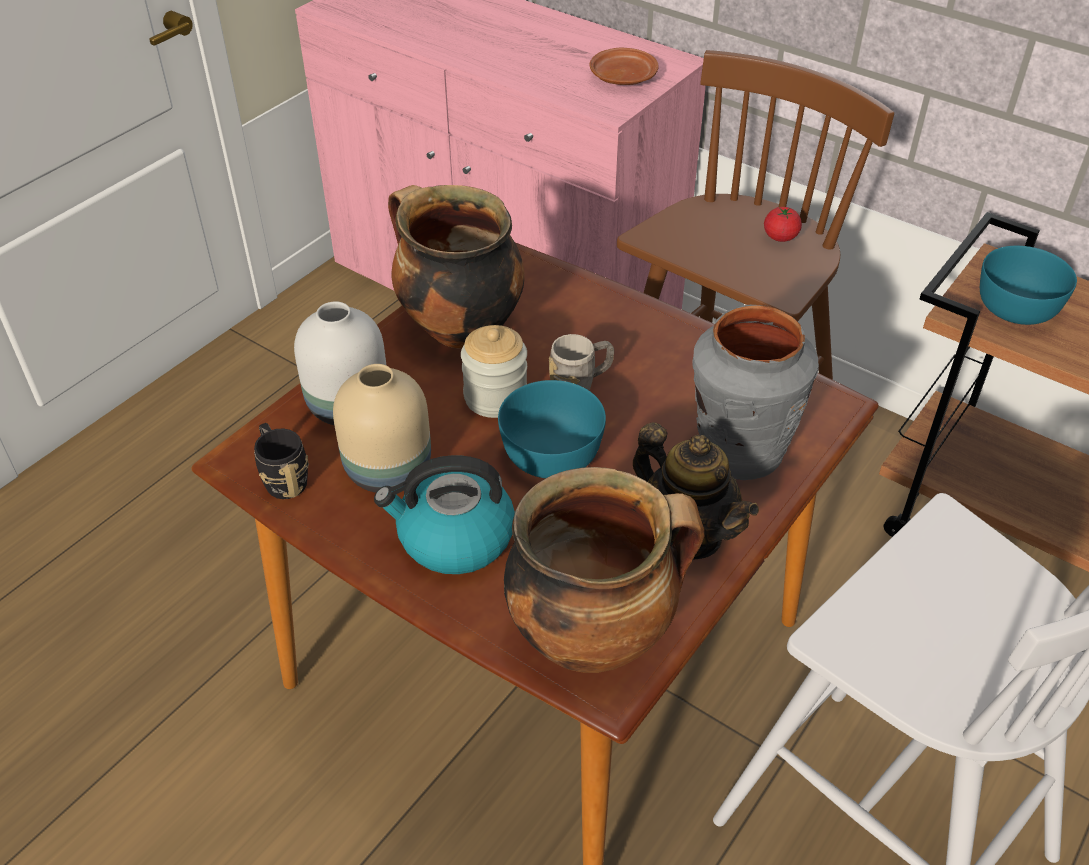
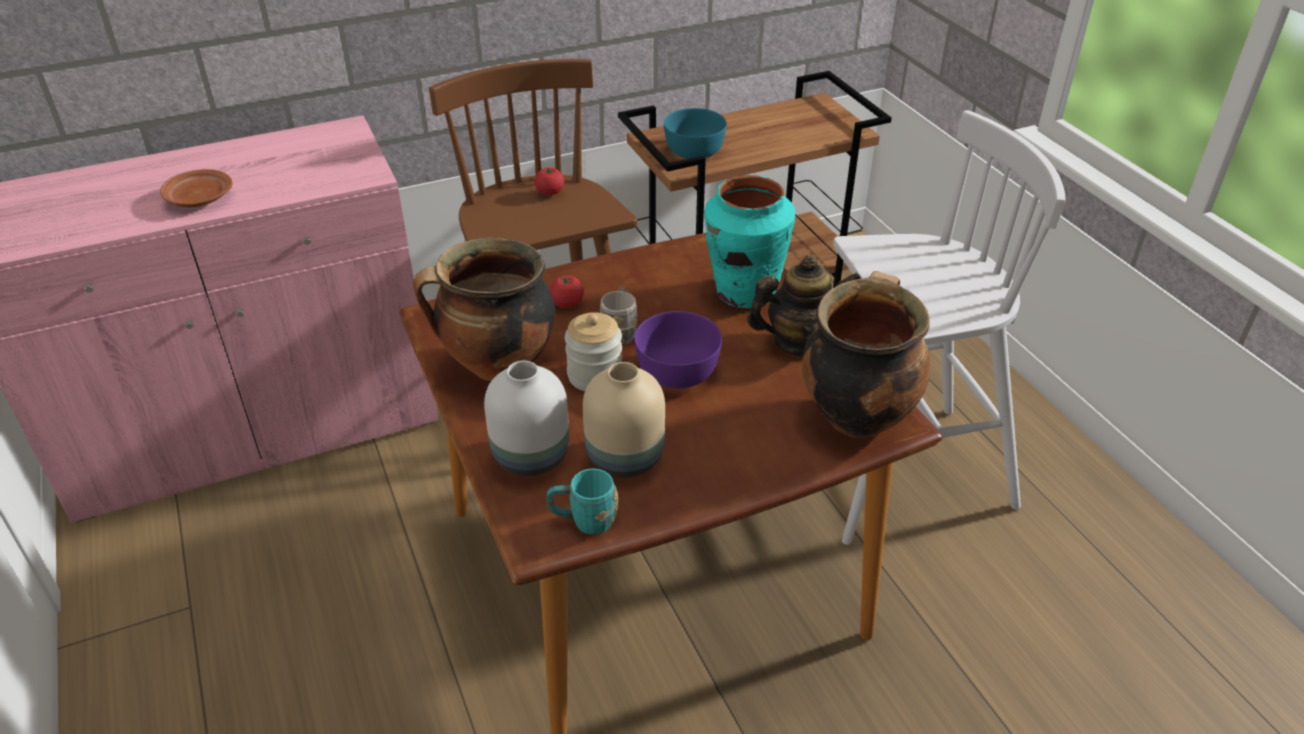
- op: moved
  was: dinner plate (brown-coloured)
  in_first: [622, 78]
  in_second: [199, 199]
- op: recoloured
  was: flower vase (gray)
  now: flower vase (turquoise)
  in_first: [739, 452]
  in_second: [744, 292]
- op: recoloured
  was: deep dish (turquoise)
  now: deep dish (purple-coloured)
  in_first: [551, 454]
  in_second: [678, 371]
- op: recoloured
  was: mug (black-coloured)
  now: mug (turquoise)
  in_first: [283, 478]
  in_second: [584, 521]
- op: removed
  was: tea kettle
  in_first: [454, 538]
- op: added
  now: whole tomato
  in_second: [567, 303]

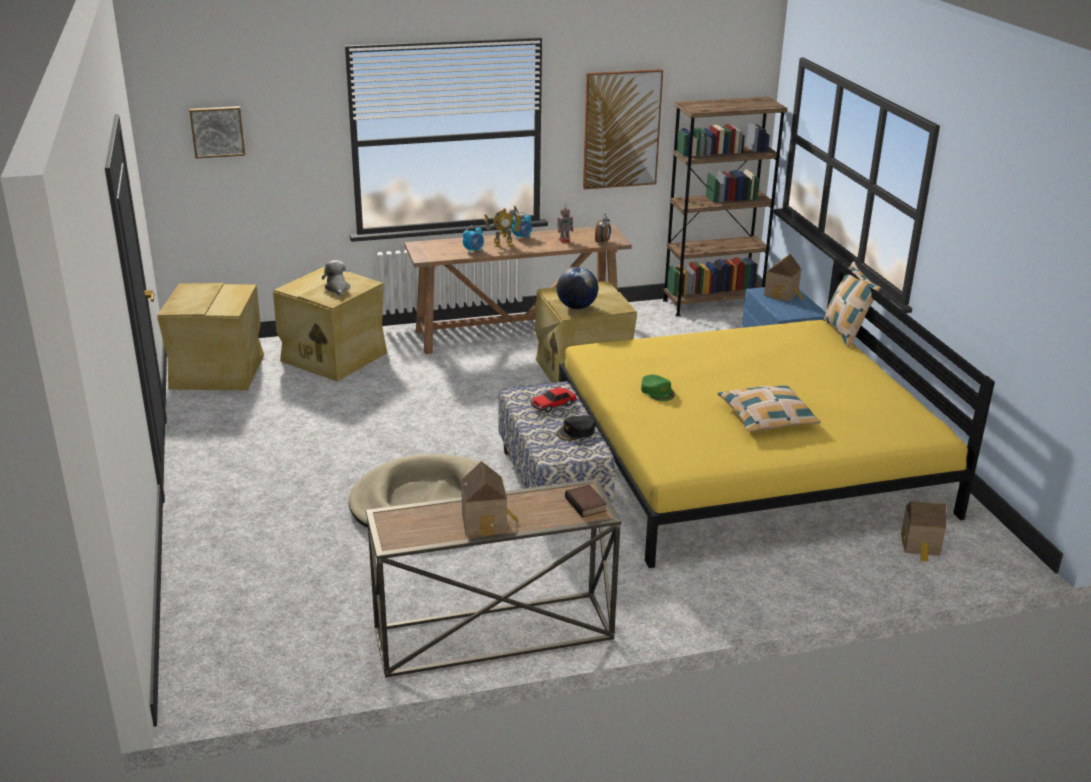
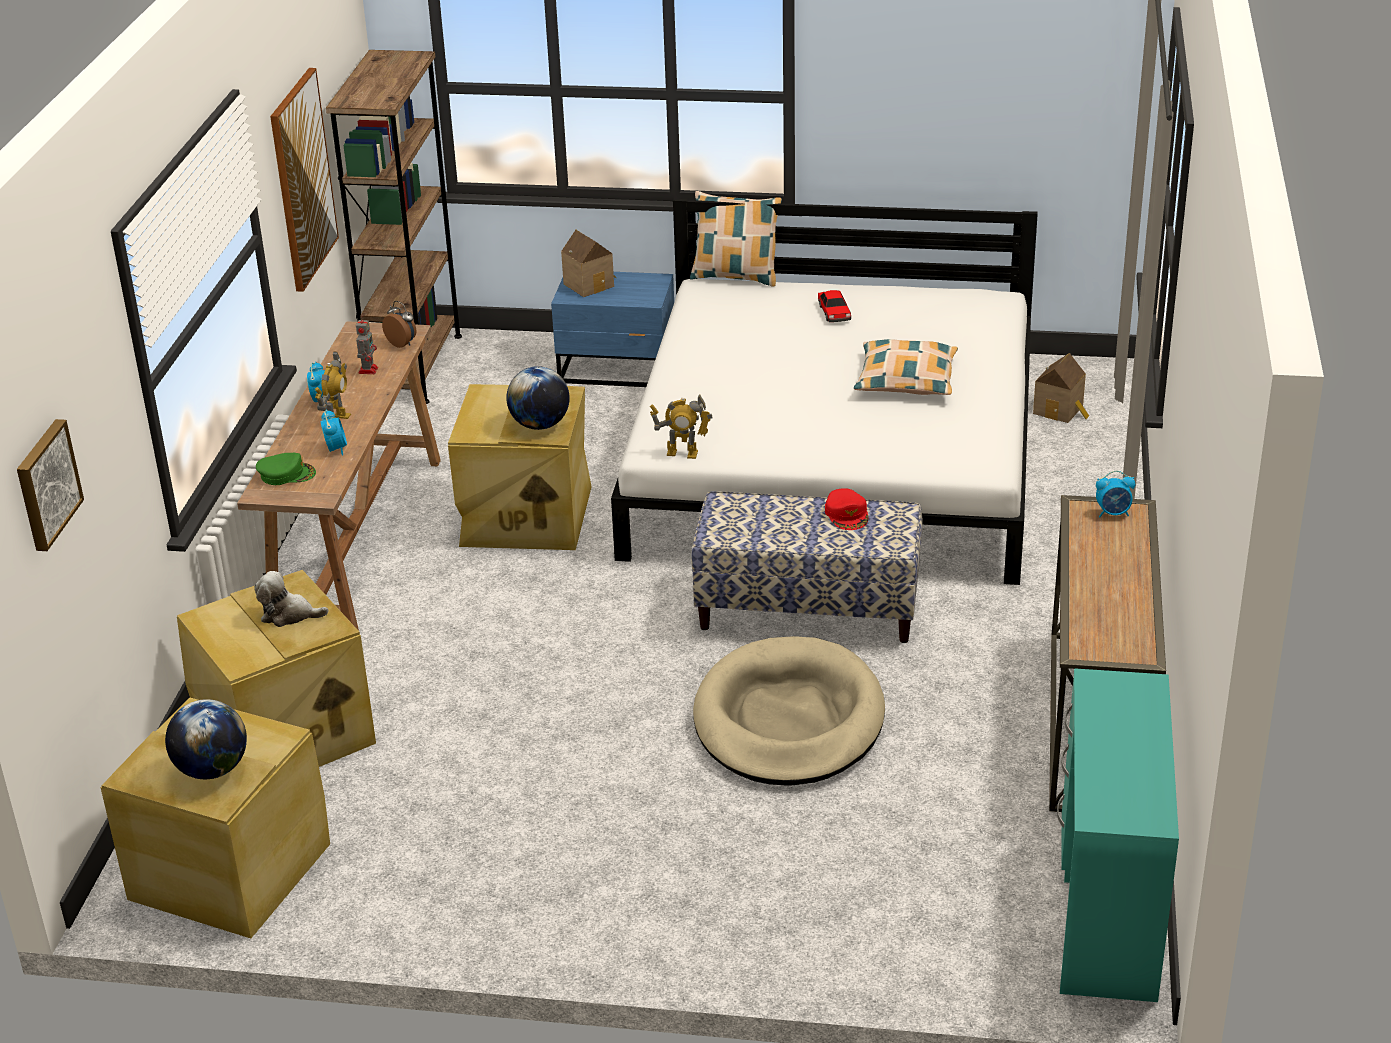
- op: recoloured
  was: bedroom bed (yellow)
  now: bedroom bed (whitish)
  in_first: [747, 460]
  in_second: [835, 459]
- op: moved
  was: peaked cap (green-coloured)
  in_first: [657, 391]
  in_second: [286, 474]
- op: moved
  was: miniature car
  in_first: [553, 405]
  in_second: [834, 313]
- op: recoloured
  was: peaked cap (black-coloured)
  now: peaked cap (red)
  in_first: [576, 432]
  in_second: [847, 514]
- op: removed
  was: model house
  in_first: [486, 522]
- op: replaced
  was: bound book
  now: alarm clock
  in_first: [587, 505]
  in_second: [1113, 513]
- op: added
  now: model robot
  in_second: [682, 453]
- op: added
  now: desk unit (turquoise)
  in_second: [1108, 909]
- op: added
  now: world globe
  in_second: [212, 770]

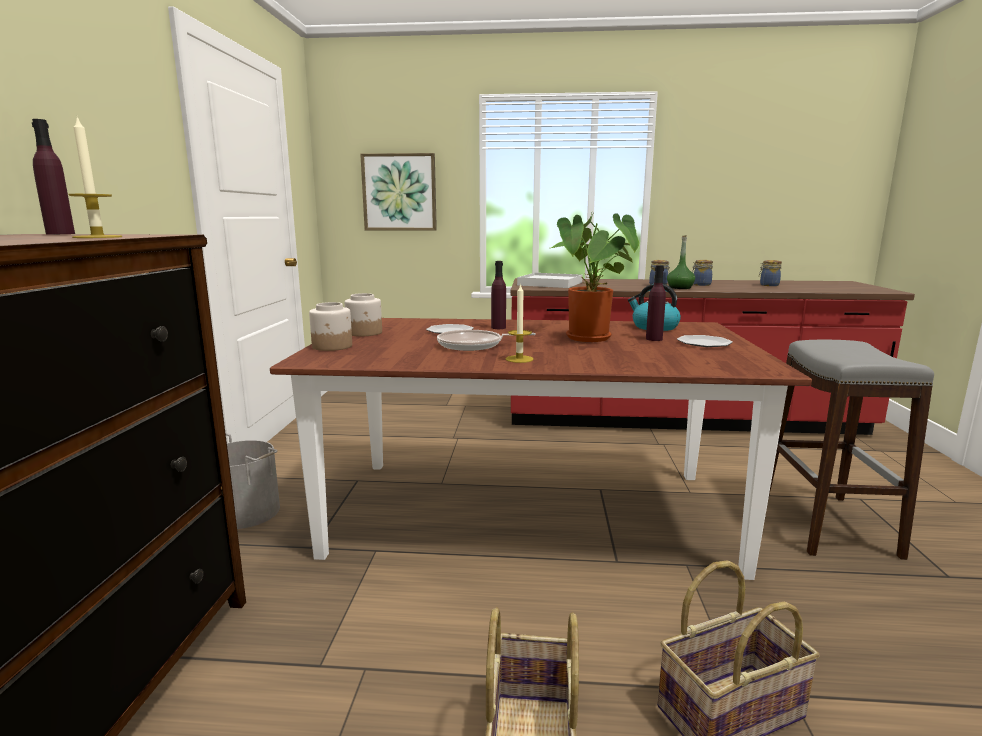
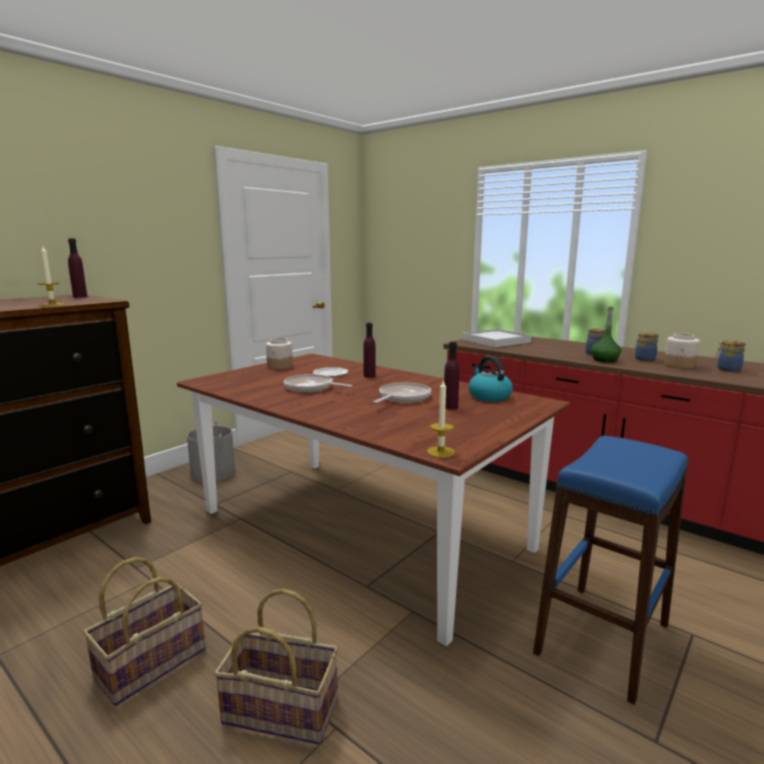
- op: removed
  was: wall art
  in_first: [399, 192]
- op: replaced
  was: houseplant
  now: pan
  in_first: [591, 339]
  in_second: [402, 398]
- op: moved
  was: wax candle
  in_first: [519, 359]
  in_second: [441, 452]
- op: moved
  was: jar
  in_first: [332, 346]
  in_second: [679, 365]
- op: removed
  was: dinner plate
  in_first: [704, 343]
- op: recoloured
  was: sitting stool (gray)
  now: sitting stool (blue)
  in_first: [827, 524]
  in_second: [603, 639]

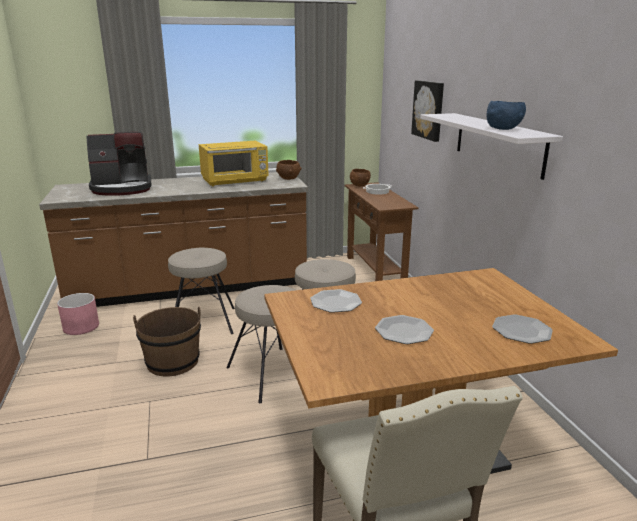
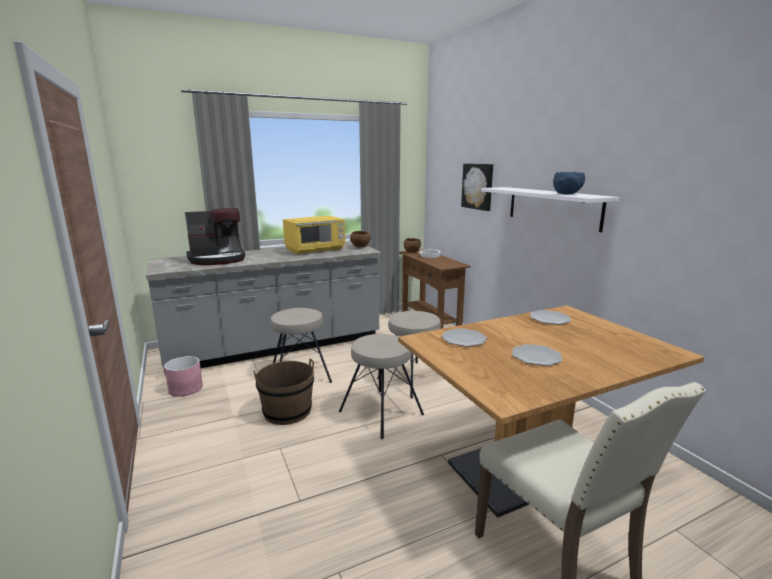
- op: recoloured
  was: counter (brown-coloured)
  now: counter (gray)
  in_first: [190, 288]
  in_second: [276, 347]
- op: moved
  was: dinner plate
  in_first: [521, 330]
  in_second: [549, 318]

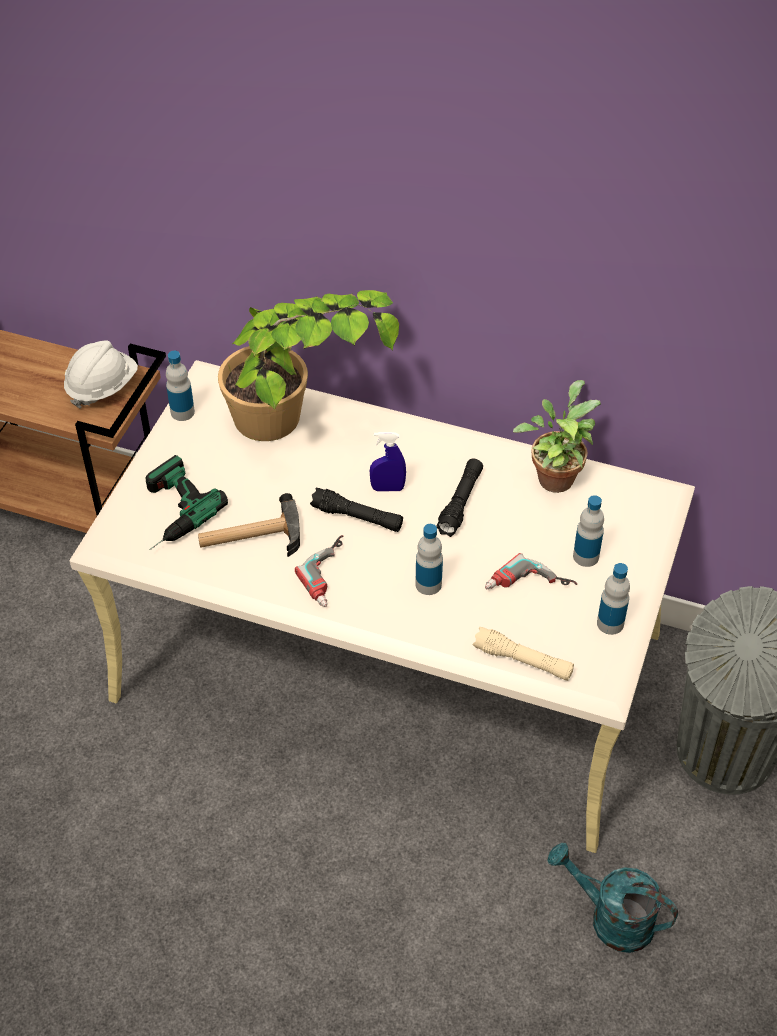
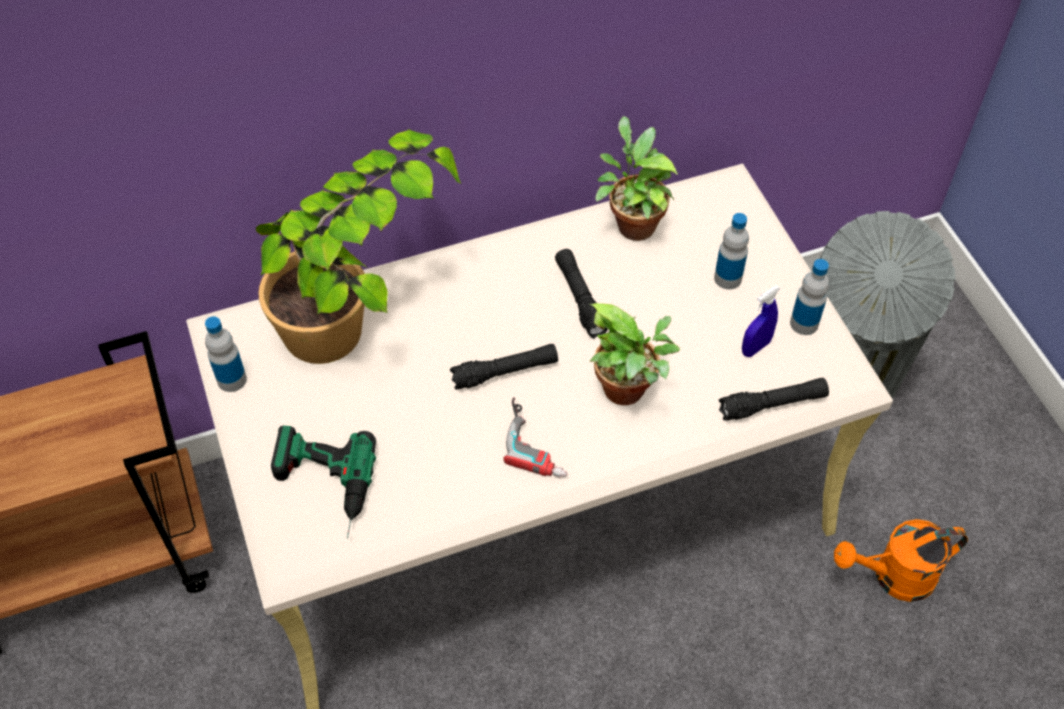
- op: removed
  was: hard hat (whitish)
  in_first: [102, 387]
- op: moved
  was: hand sprayer (blue)
  in_first: [387, 488]
  in_second: [756, 347]
- op: removed
  was: tool hammer
  in_first: [250, 537]
- op: replaced
  was: drink bottle
  now: houseplant
  in_first: [428, 584]
  in_second: [629, 391]
- op: removed
  was: electric drill
  in_first: [529, 588]
- op: recoloured
  was: hand torch (beige)
  now: hand torch (black-coloured)
  in_first: [523, 661]
  in_second: [772, 405]
- op: recoloured
  was: sprinkling can (turquoise)
  now: sprinkling can (orange)
  in_first: [610, 918]
  in_second: [893, 577]

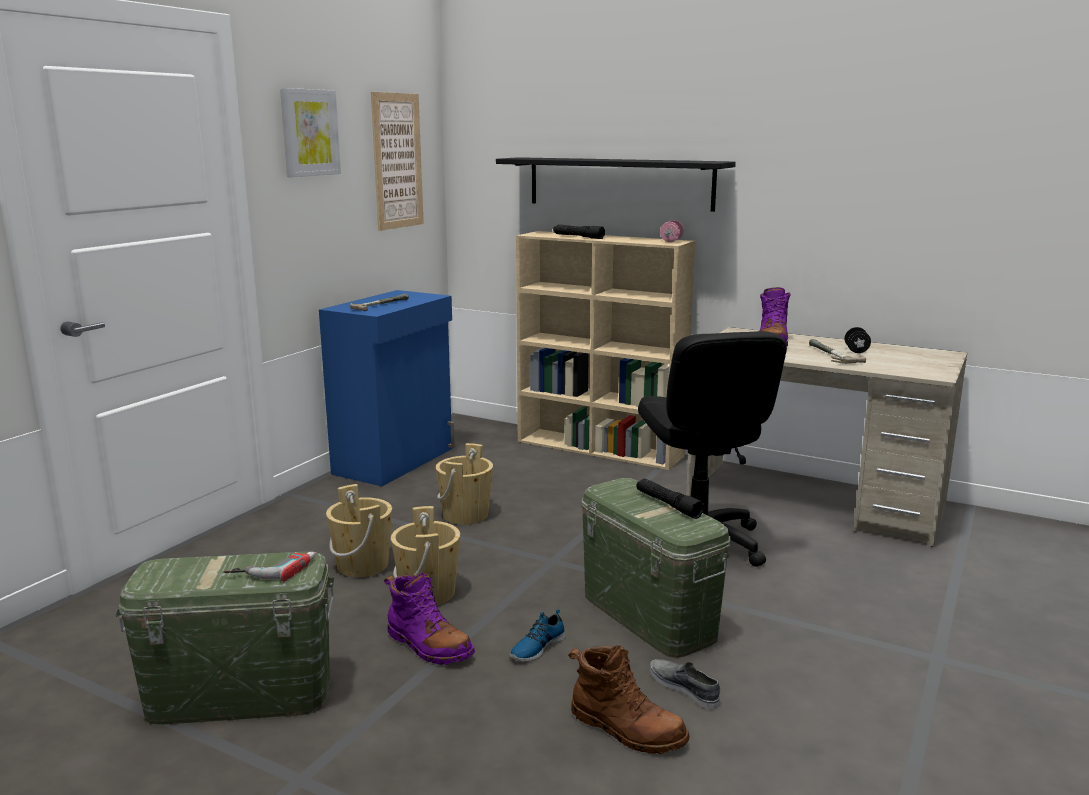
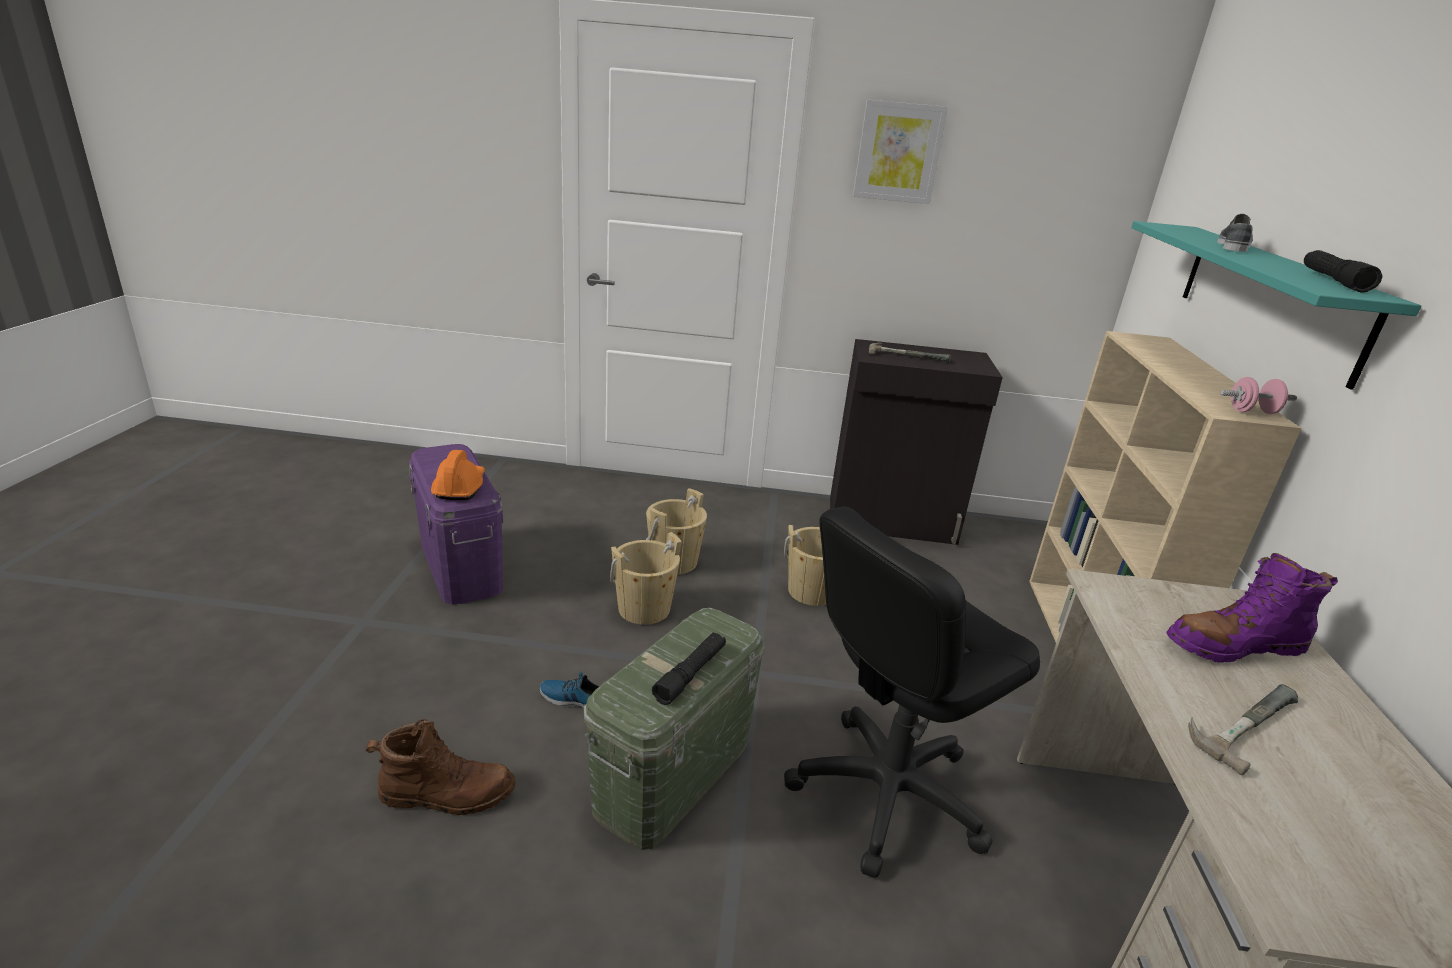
- op: removed
  was: wall art
  in_first: [397, 161]
- op: recoloured
  was: shelf (black-coloured)
  now: shelf (turquoise)
  in_first: [619, 183]
  in_second: [1268, 296]
- op: moved
  was: hand torch (black-coloured)
  in_first: [578, 237]
  in_second: [1333, 281]
- op: recoloured
  was: storage cabinet (blue)
  now: storage cabinet (black-coloured)
  in_first: [396, 461]
  in_second: [892, 521]
- op: removed
  was: dumbbell (black-coloured)
  in_first: [856, 351]
- op: replaced
  was: electric drill
  now: hard hat (orange)
  in_first: [272, 568]
  in_second: [460, 487]
- op: recoloured
  was: storage container (green-coloured)
  now: storage container (purple-coloured)
  in_first: [240, 696]
  in_second: [460, 565]
- op: removed
  was: tall boot (purple-coloured)
  in_first: [428, 646]
- op: turned
  was: tall boot (brown-coloured)
  in_first: [626, 729]
  in_second: [447, 795]
  clockwise: -105
- op: moved
  was: item of footwear (gray)
  in_first: [684, 687]
  in_second: [1233, 246]

